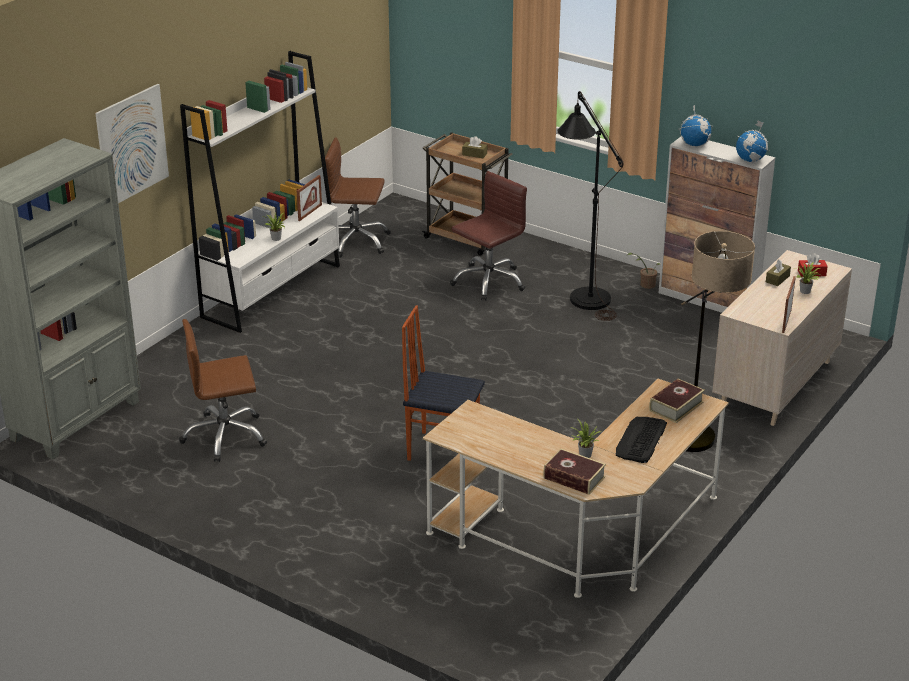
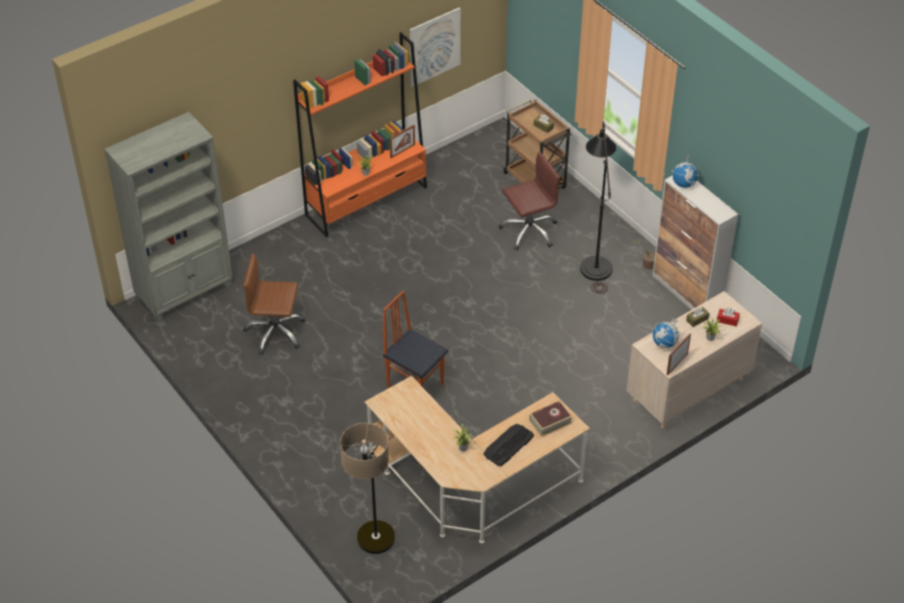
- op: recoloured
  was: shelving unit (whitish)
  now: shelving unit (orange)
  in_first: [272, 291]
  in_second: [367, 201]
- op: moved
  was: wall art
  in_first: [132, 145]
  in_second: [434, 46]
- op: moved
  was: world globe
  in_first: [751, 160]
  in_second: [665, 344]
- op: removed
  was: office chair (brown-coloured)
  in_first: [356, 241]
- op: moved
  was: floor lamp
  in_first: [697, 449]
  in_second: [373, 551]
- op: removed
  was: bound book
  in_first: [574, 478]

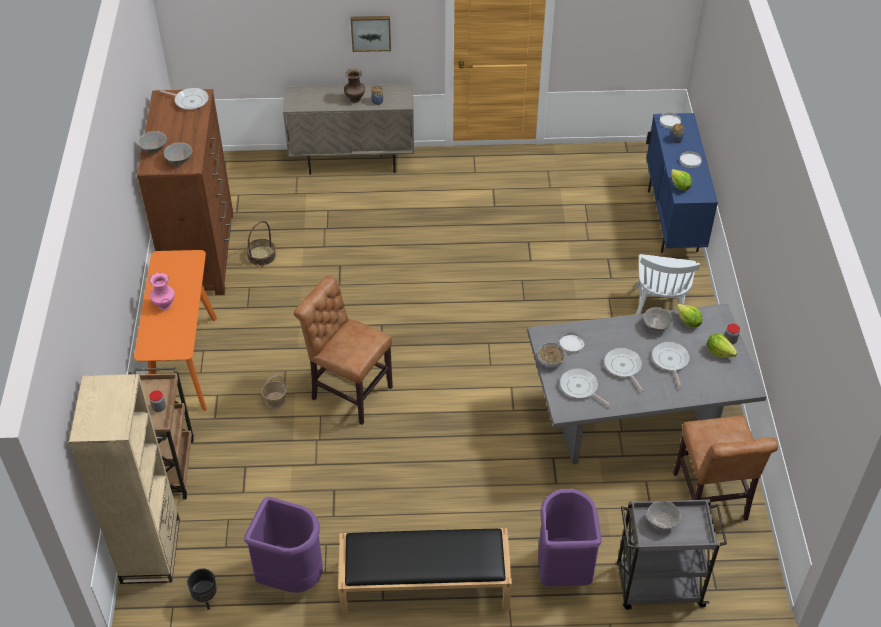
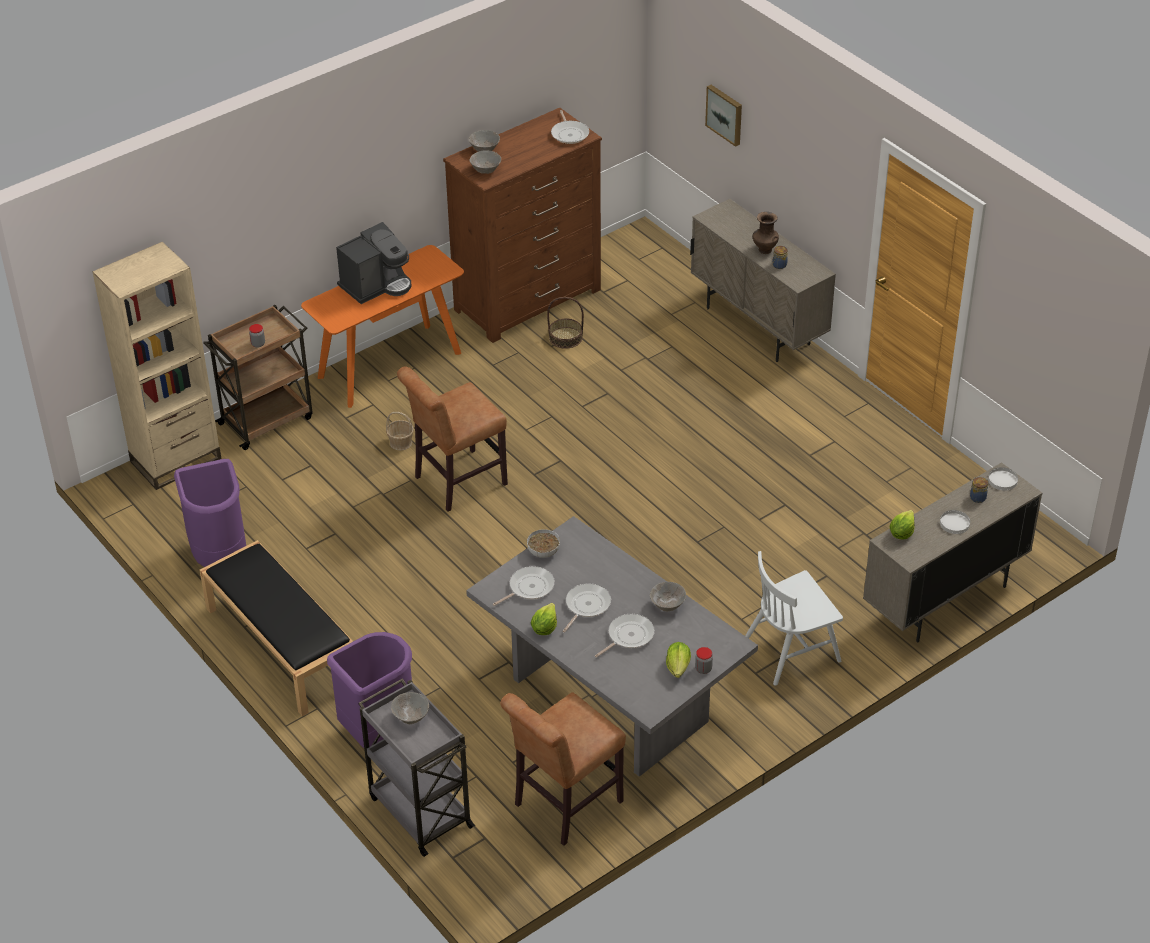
- op: moved
  was: wall art
  in_first: [371, 32]
  in_second: [725, 114]
- op: recoloured
  was: storage cabinet (blue)
  now: storage cabinet (beige)
  in_first: [672, 221]
  in_second: [944, 600]
- op: replaced
  was: flower vase (pink-coloured)
  now: coffee brewer
  in_first: [164, 305]
  in_second: [376, 285]
- op: turned
  was: upright chair (brown-coloured)
  in_first: [348, 391]
  in_second: [456, 482]
  clockwise: -120
- op: moved
  was: head of lettuce
  in_first: [688, 322]
  in_second: [544, 628]
- op: removed
  was: dinner plate (whitish)
  in_first: [571, 344]
- op: turned
  was: pan
  in_first: [580, 388]
  in_second: [529, 587]
  clockwise: 45
- op: removed
  was: flower pot (black-coloured)
  in_first: [205, 599]

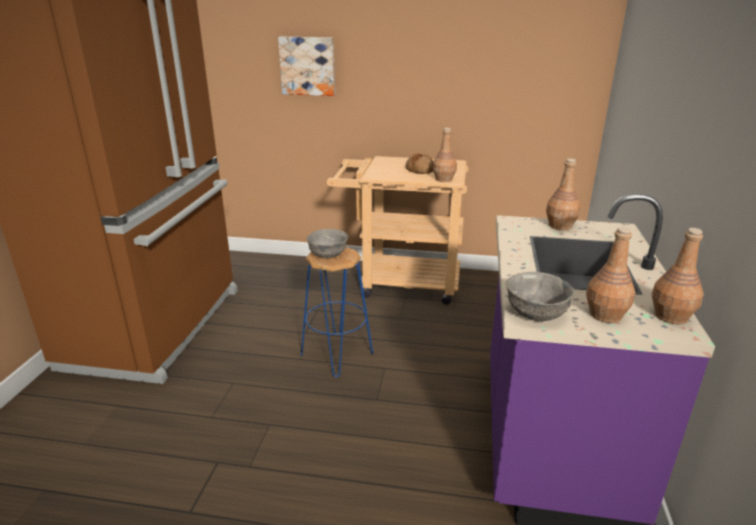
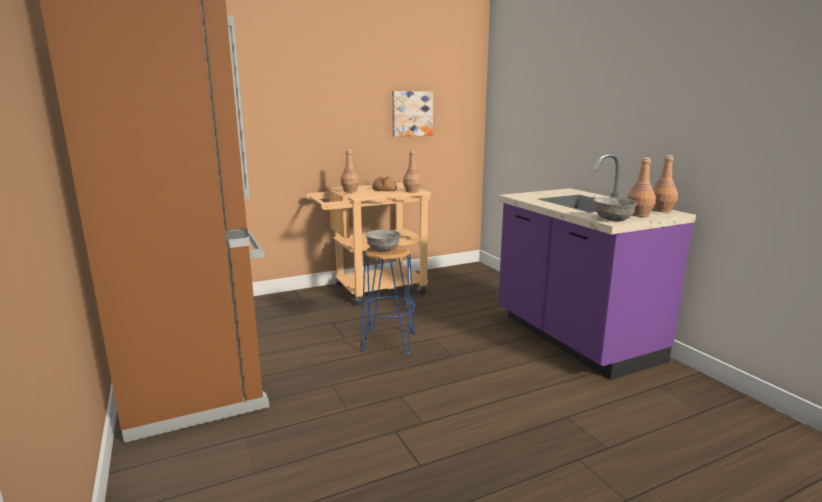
- op: moved
  was: wall art
  in_first: [308, 66]
  in_second: [411, 113]
- op: moved
  was: drink bottle (brown-coloured)
  in_first: [560, 225]
  in_second: [350, 191]

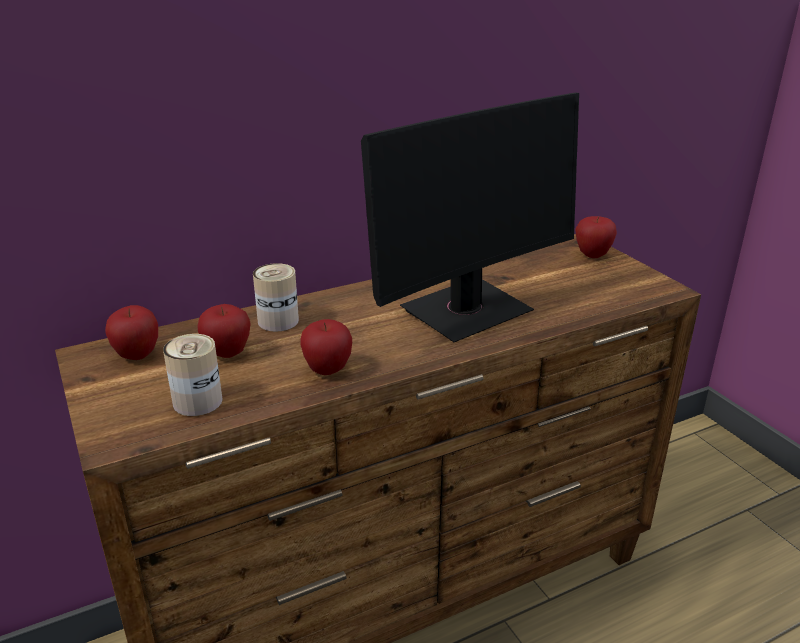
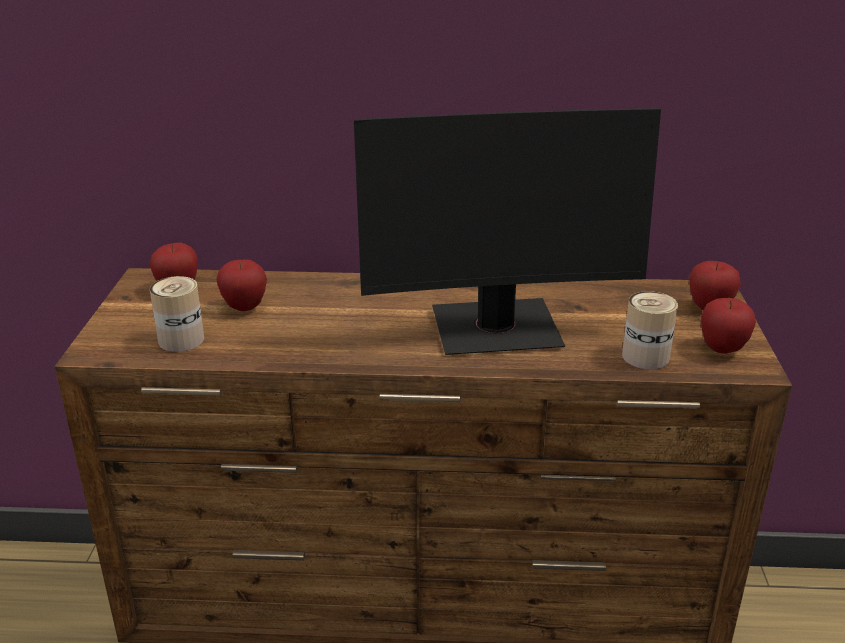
- op: moved
  was: sealed can
  in_first: [278, 321]
  in_second: [645, 357]
- op: moved
  was: apple
  in_first: [327, 370]
  in_second: [722, 349]

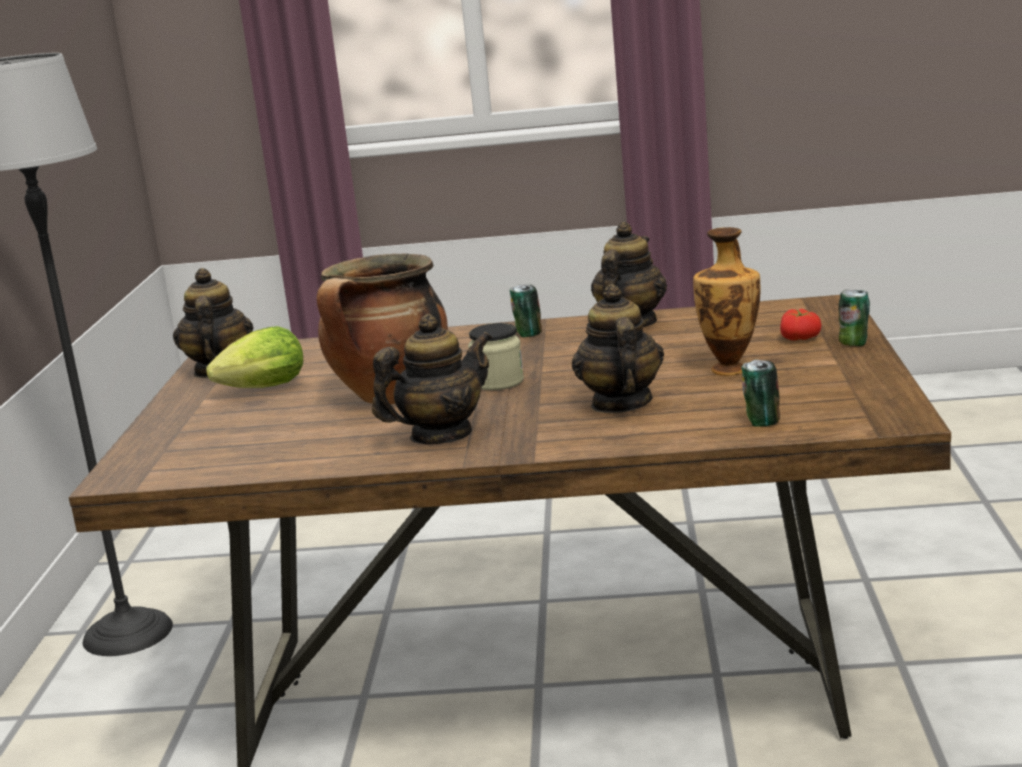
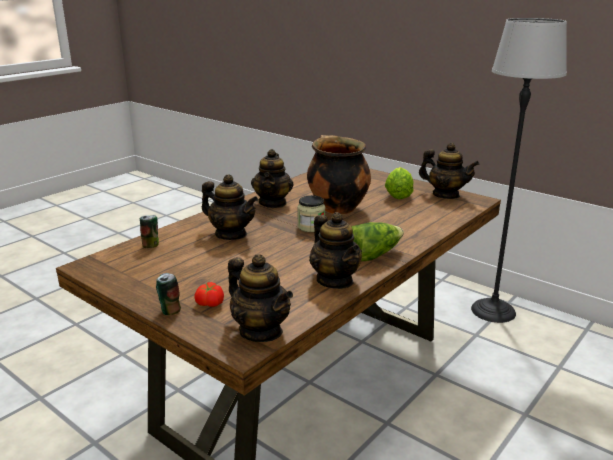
- op: removed
  was: flower vase
  in_first: [731, 369]
- op: replaced
  was: sealed can
  now: head of lettuce
  in_first: [528, 334]
  in_second: [373, 255]
- op: added
  now: teapot
  in_second: [261, 331]

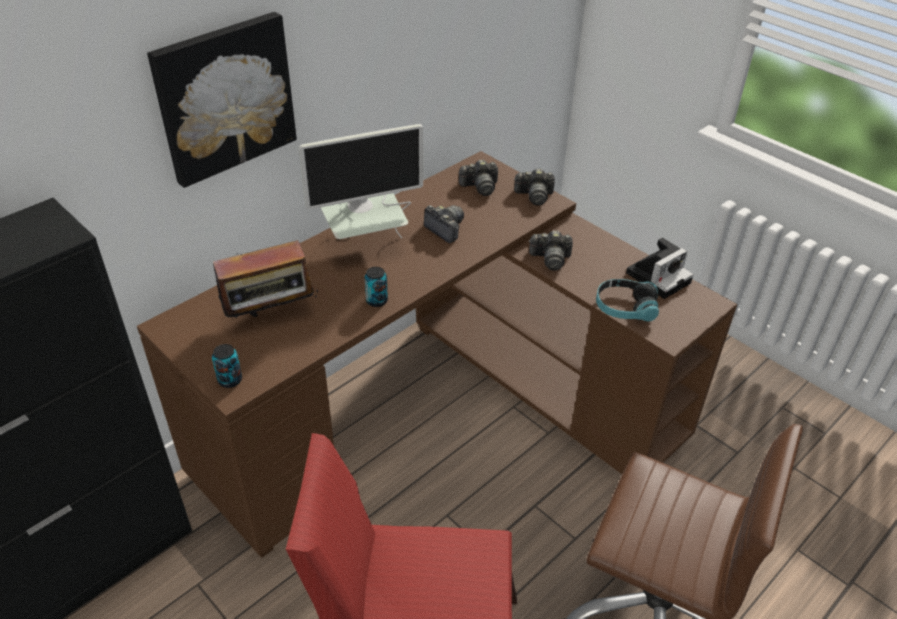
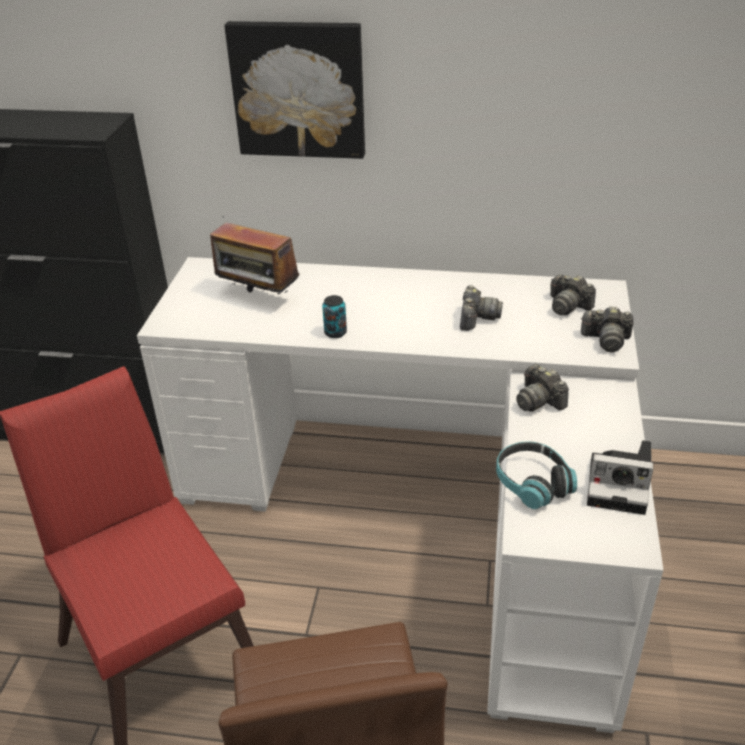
- op: removed
  was: monitor
  in_first: [366, 245]
- op: recoloured
  was: desk unit (brown-coloured)
  now: desk unit (whitish)
  in_first: [440, 408]
  in_second: [430, 512]
- op: turned
  was: still camera
  in_first: [534, 196]
  in_second: [606, 340]
  clockwise: -45
- op: removed
  was: sealed can
  in_first: [230, 380]

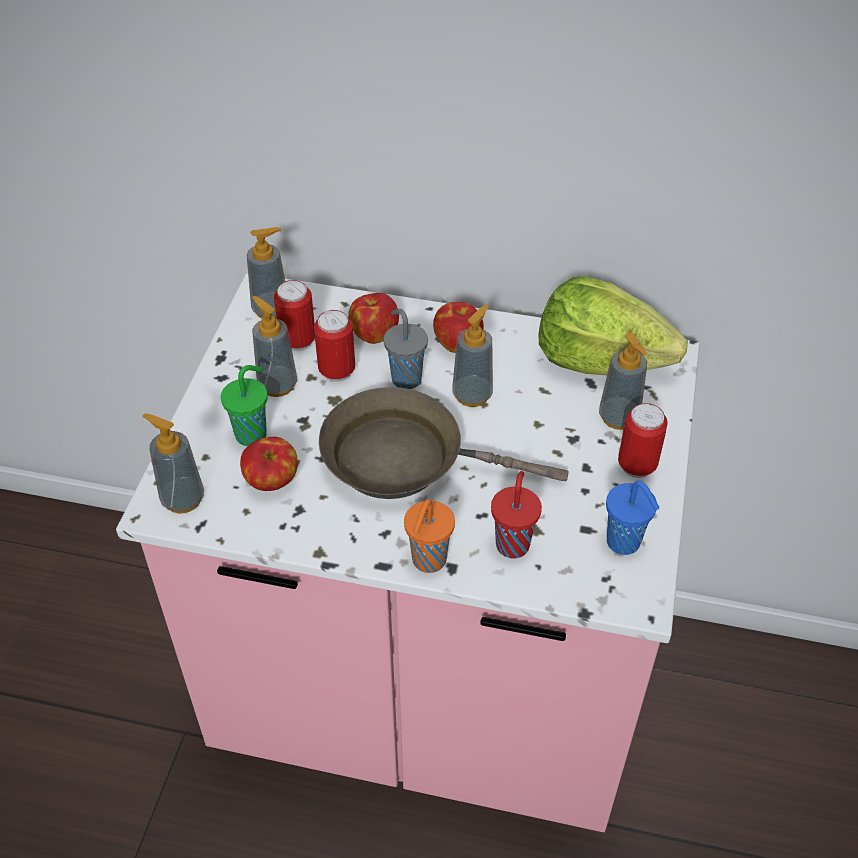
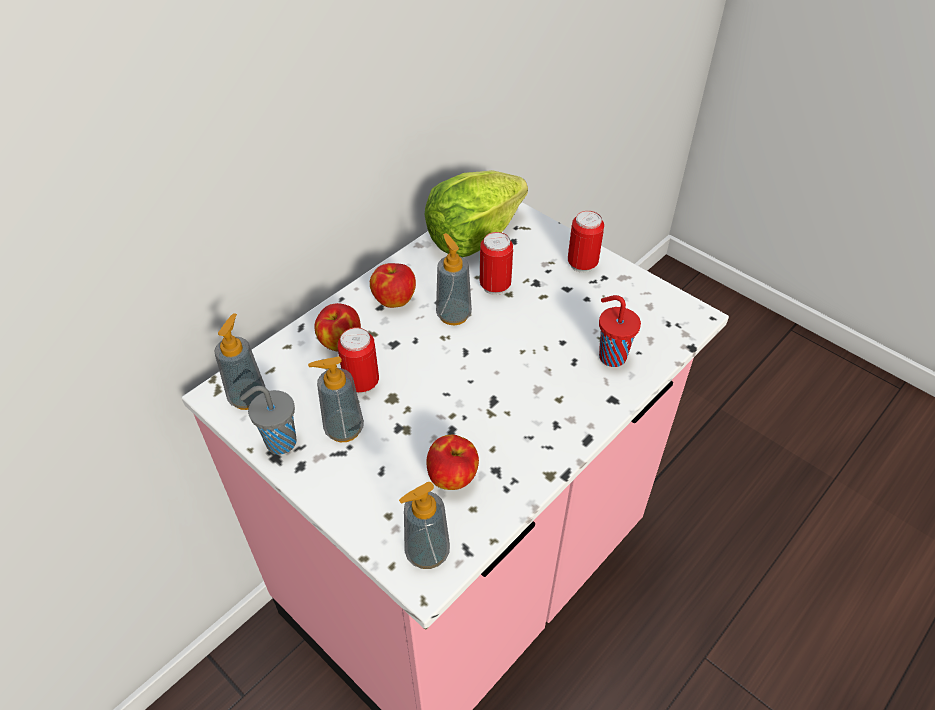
- op: moved
  was: sealed can
  in_first: [298, 341]
  in_second: [495, 286]
- op: moved
  was: cup (gray)
  in_first: [405, 378]
  in_second: [279, 442]
- op: removed
  was: soap dispenser
  in_first: [618, 417]
- op: removed
  was: cup (green-coloured)
  in_first: [252, 434]
- op: removed
  was: pan (brown-coloured)
  in_first: [405, 459]
- op: removed
  was: cup (blue)
  in_first: [625, 543]
- op: removed
  was: cup (orange)
  in_first: [428, 561]

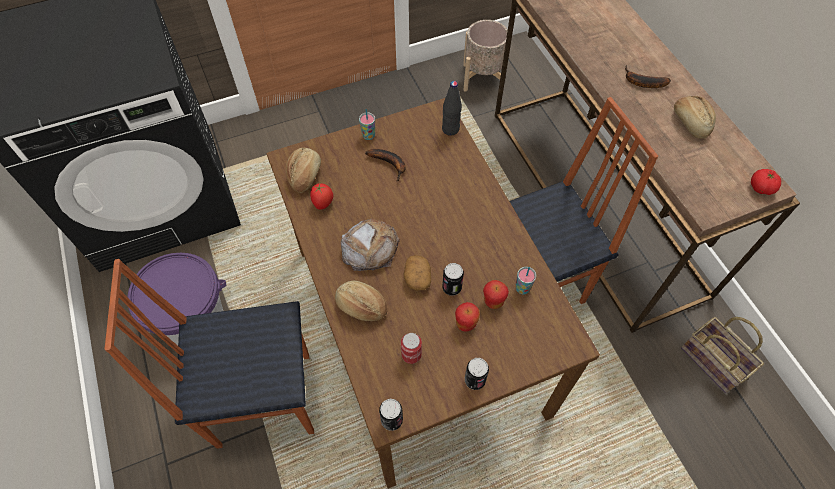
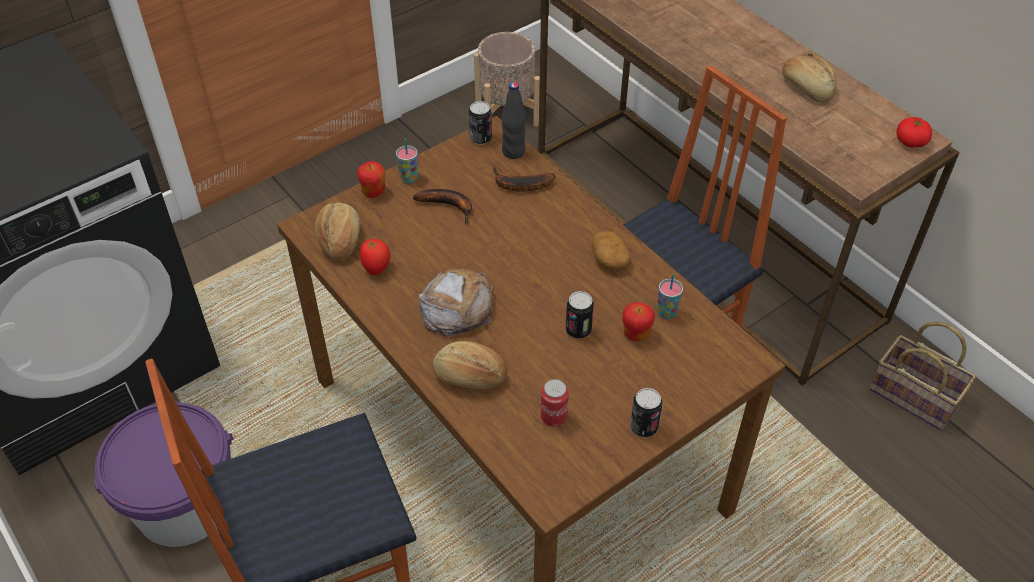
- op: moved
  was: whole banana
  in_first: [642, 82]
  in_second: [519, 185]
- op: moved
  was: whole potato
  in_first: [417, 277]
  in_second: [609, 259]
- op: moved
  was: apple
  in_first: [465, 323]
  in_second: [373, 192]
- op: moved
  was: sealed can
  in_first: [392, 420]
  in_second: [480, 138]

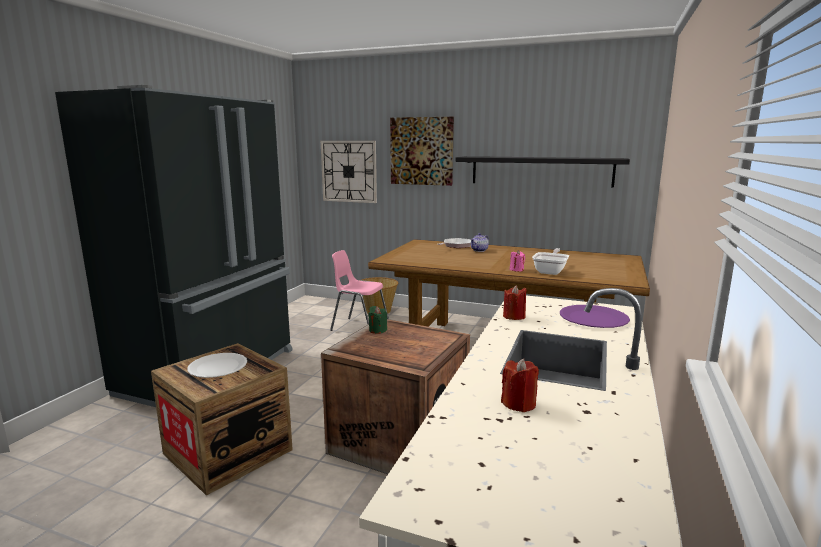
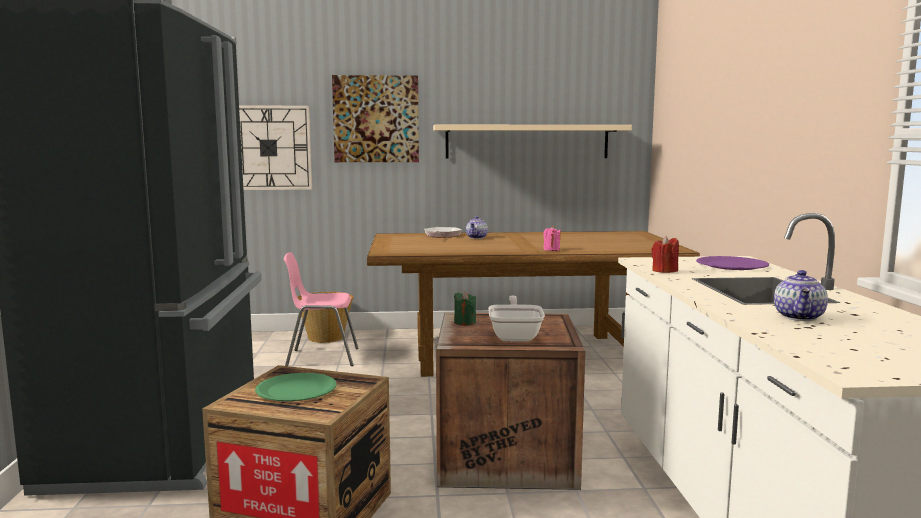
- op: recoloured
  was: shelf (black-coloured)
  now: shelf (beige)
  in_first: [541, 171]
  in_second: [527, 141]
- op: moved
  was: pan
  in_first: [550, 271]
  in_second: [515, 336]
- op: recoloured
  was: dinner plate (whitish)
  now: dinner plate (green-coloured)
  in_first: [218, 367]
  in_second: [296, 390]
- op: replaced
  was: wax candle (red)
  now: teapot
  in_first: [519, 404]
  in_second: [800, 317]

